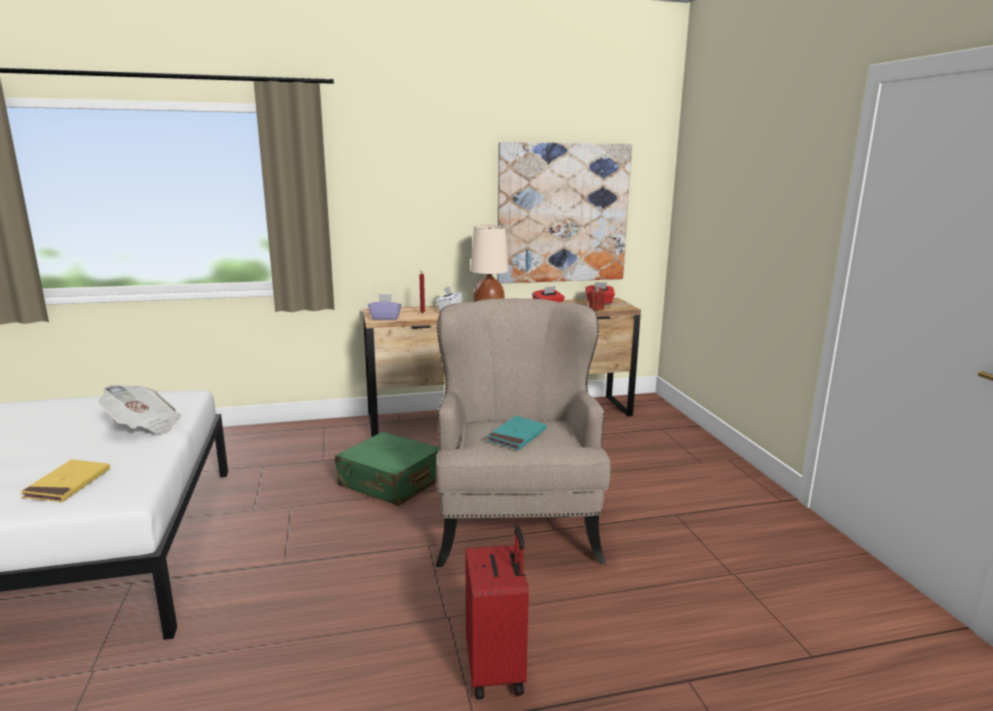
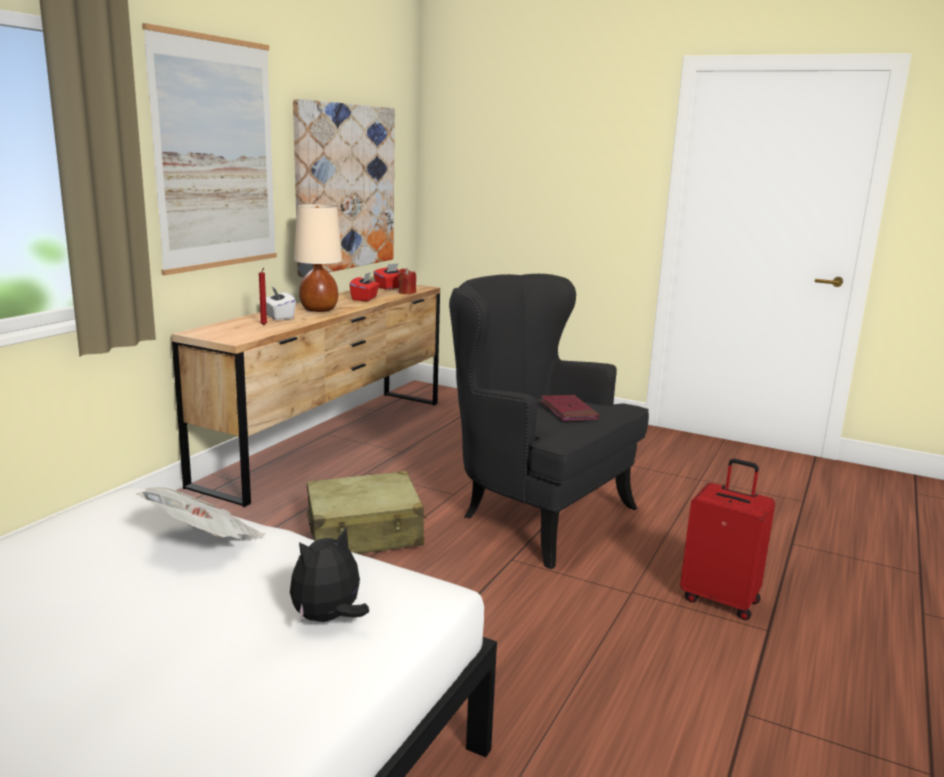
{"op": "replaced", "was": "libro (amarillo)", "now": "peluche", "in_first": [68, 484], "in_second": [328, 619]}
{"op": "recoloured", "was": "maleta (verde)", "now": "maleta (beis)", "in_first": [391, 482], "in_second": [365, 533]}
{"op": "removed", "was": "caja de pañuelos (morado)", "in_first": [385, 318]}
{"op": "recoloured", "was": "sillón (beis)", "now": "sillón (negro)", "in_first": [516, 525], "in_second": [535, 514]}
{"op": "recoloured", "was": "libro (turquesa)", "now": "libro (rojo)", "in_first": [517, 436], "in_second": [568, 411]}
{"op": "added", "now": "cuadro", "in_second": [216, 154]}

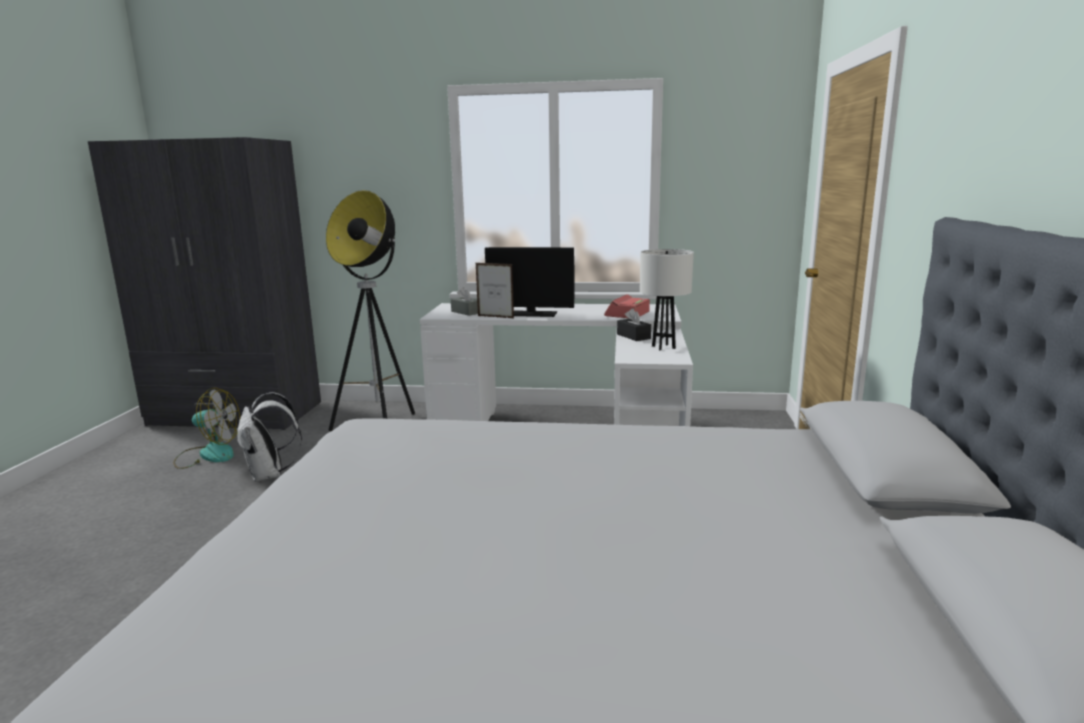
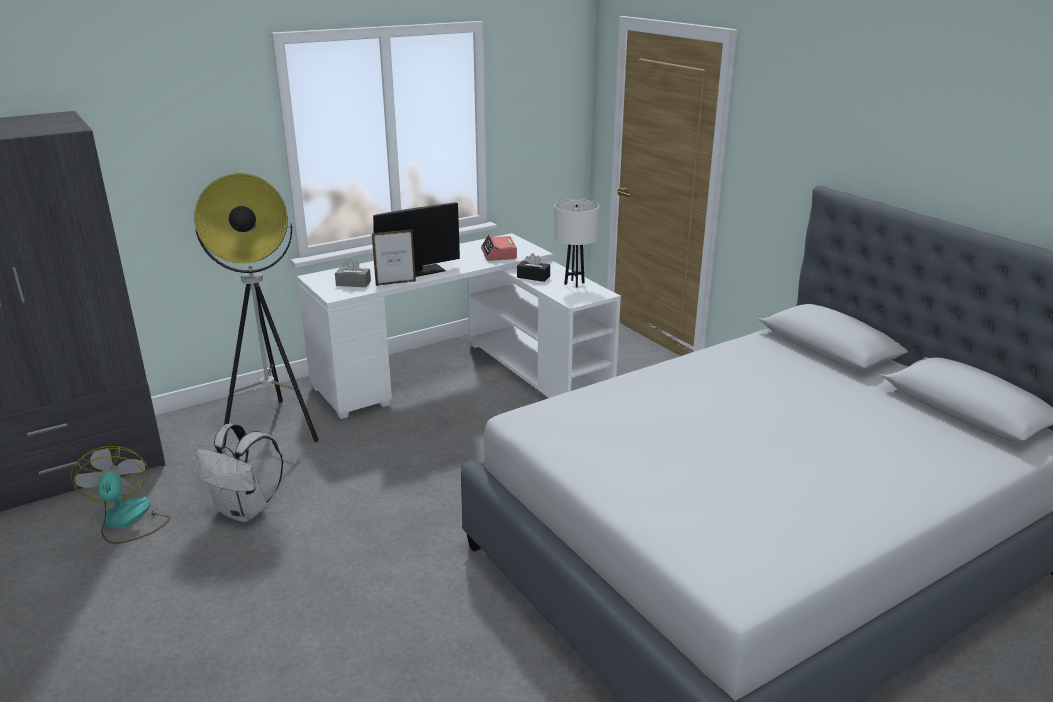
{"op": "turned", "was": "ventilador", "in_first": [208, 454], "in_second": [127, 521], "clockwise": -75}

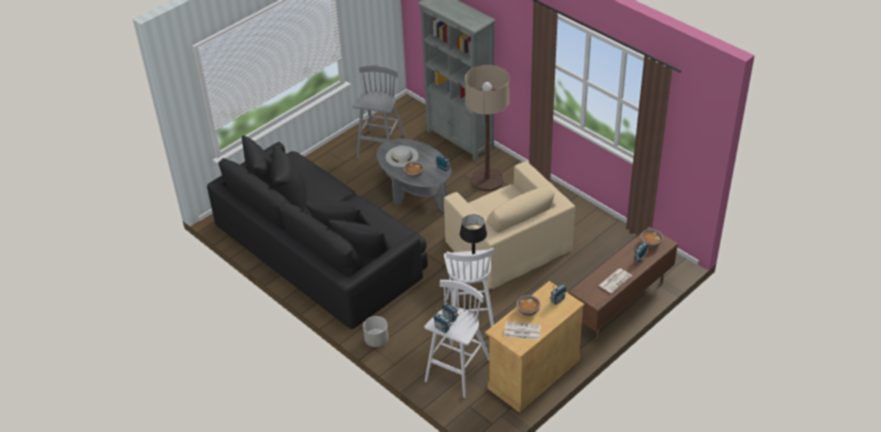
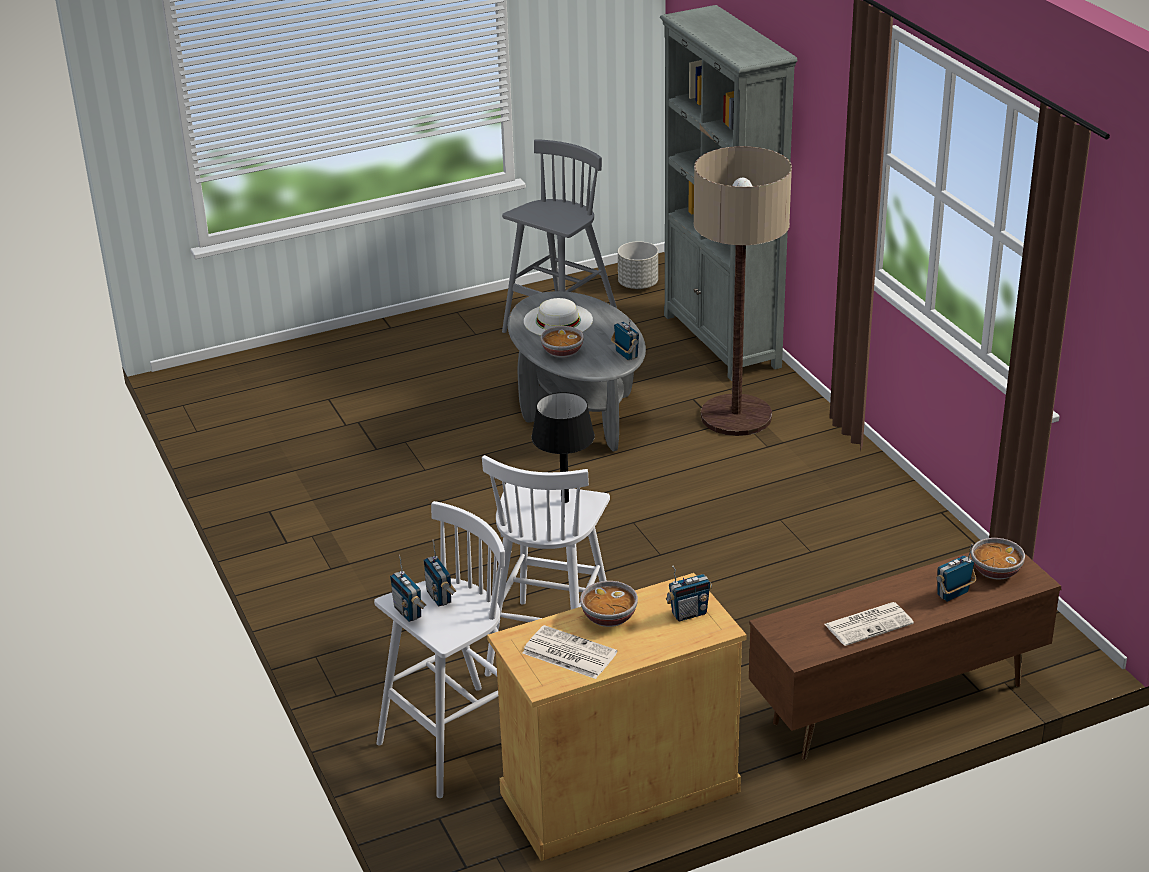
{"op": "removed", "was": "sofá (negro)", "in_first": [321, 250]}
{"op": "moved", "was": "maceta (gris)", "in_first": [376, 340], "in_second": [637, 284]}
{"op": "removed", "was": "sillón (beis)", "in_first": [508, 244]}

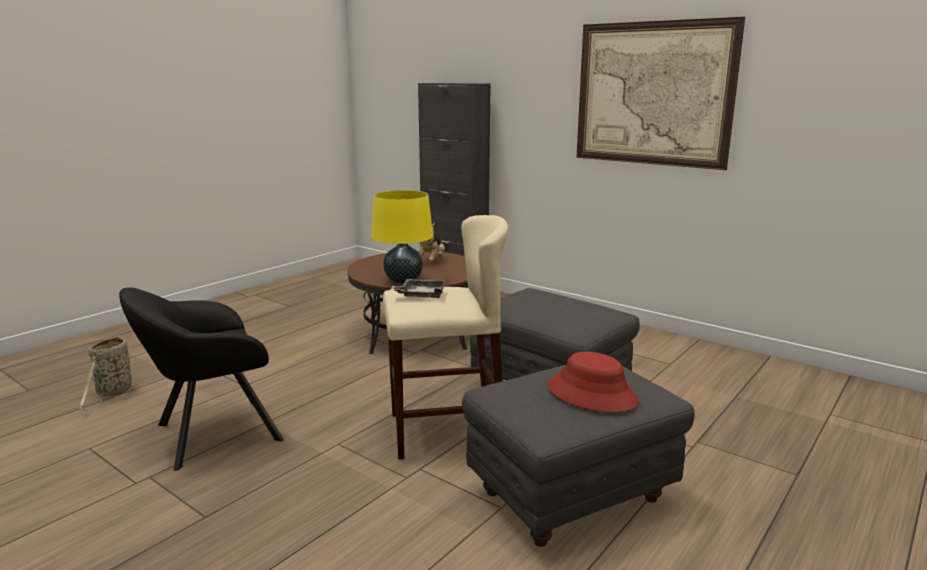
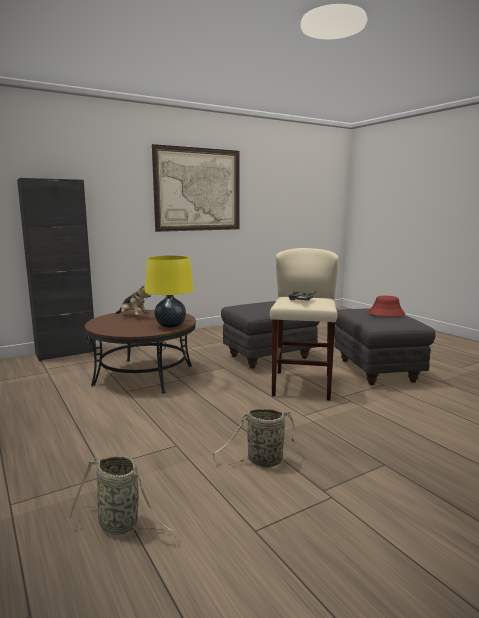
{"op": "replaced", "was": "sillón (negro)", "now": "cesta", "in_first": [211, 434], "in_second": [262, 462]}

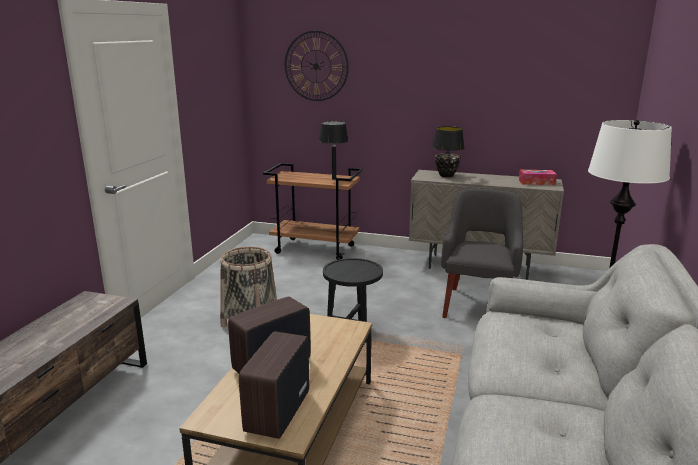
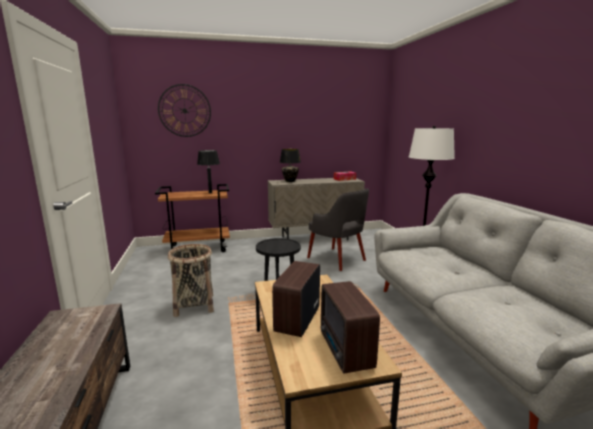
{"op": "turned", "was": "sillón (gris)", "in_first": [477, 305], "in_second": [337, 259], "clockwise": 150}

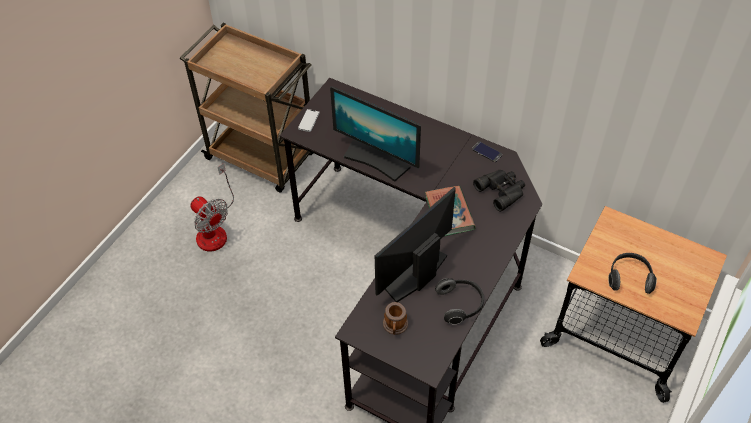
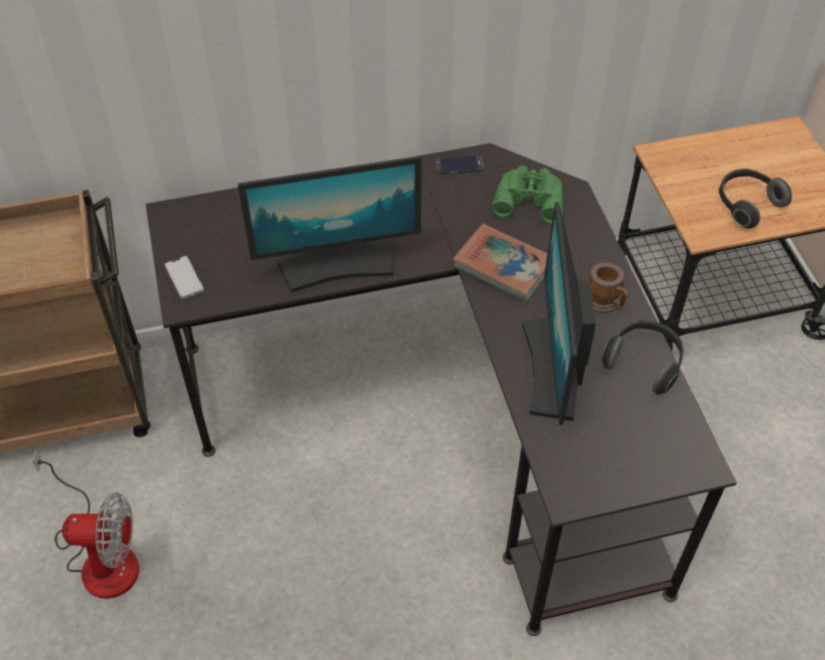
{"op": "moved", "was": "taza grande", "in_first": [395, 326], "in_second": [605, 301]}
{"op": "recoloured", "was": "prismáticos (negro)", "now": "prismáticos (verde)", "in_first": [502, 190], "in_second": [529, 197]}

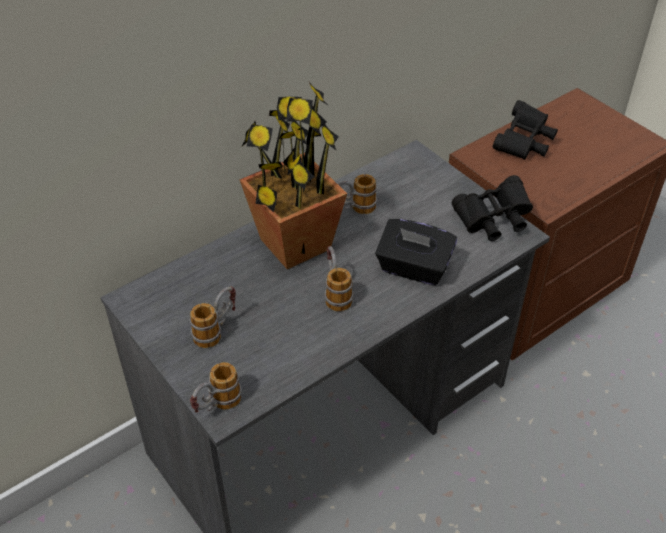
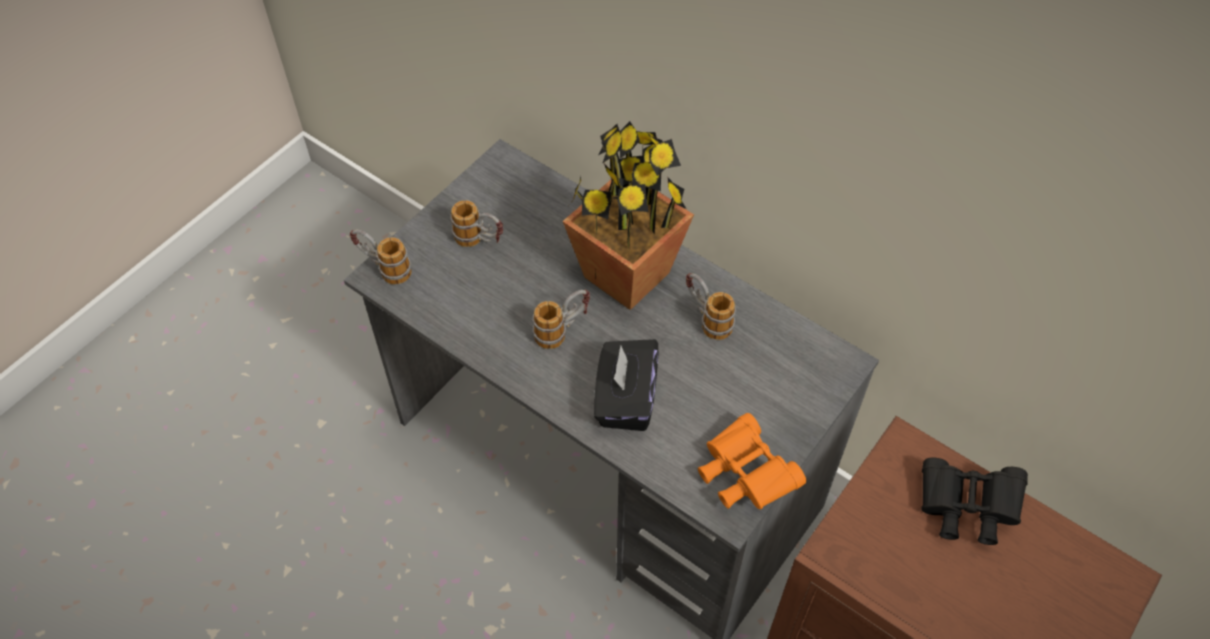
{"op": "recoloured", "was": "prismáticos (negro)", "now": "prismáticos (naranja)", "in_first": [493, 221], "in_second": [744, 475]}

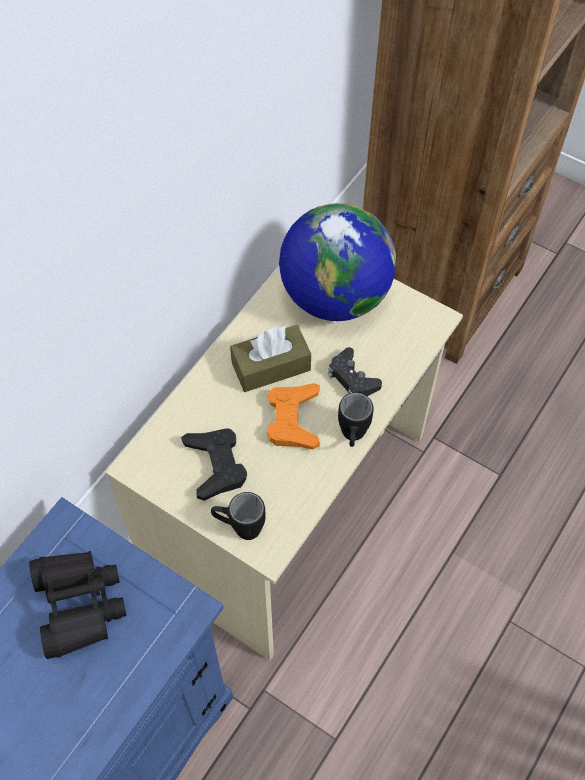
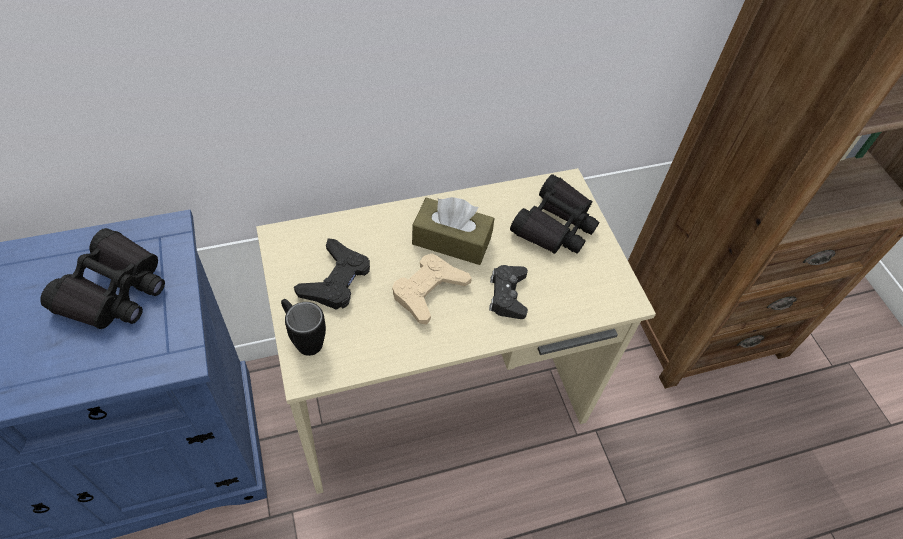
{"op": "recoloured", "was": "mando de consola (naranja)", "now": "mando de consola (beis)", "in_first": [293, 419], "in_second": [428, 291]}
{"op": "replaced", "was": "globo terráqueo", "now": "prismáticos (negro)", "in_first": [334, 296], "in_second": [555, 225]}
{"op": "removed", "was": "taza grande (negro)", "in_first": [352, 437]}

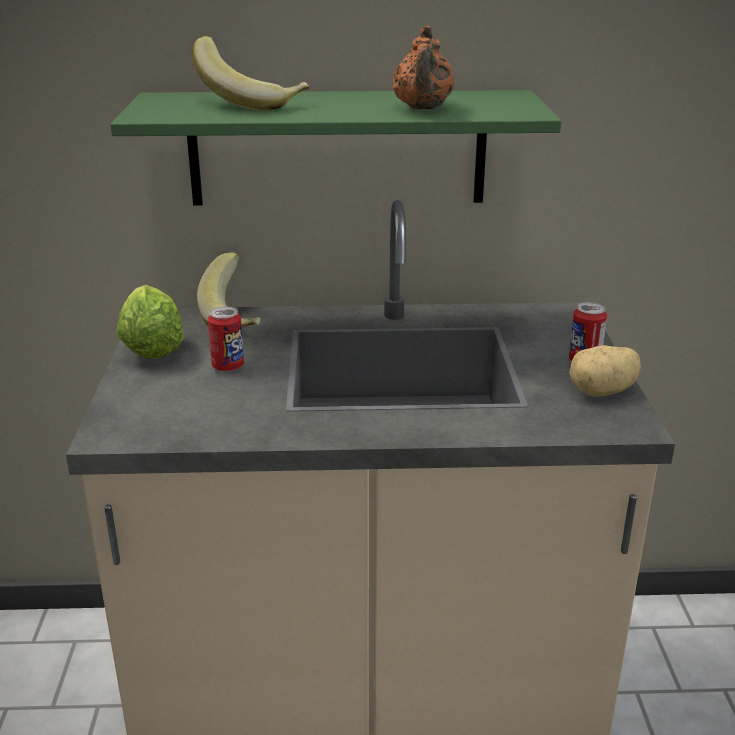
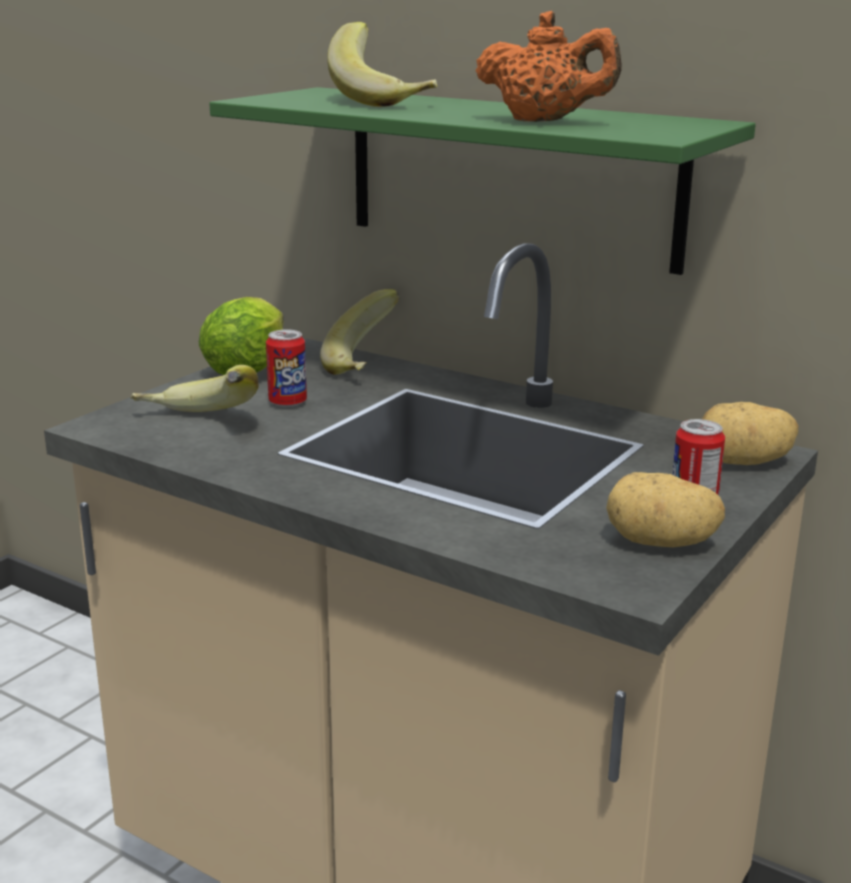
{"op": "turned", "was": "tetera (naranja)", "in_first": [422, 109], "in_second": [545, 121], "clockwise": -105}
{"op": "added", "now": "plátano", "in_second": [195, 425]}
{"op": "added", "now": "patata", "in_second": [744, 463]}

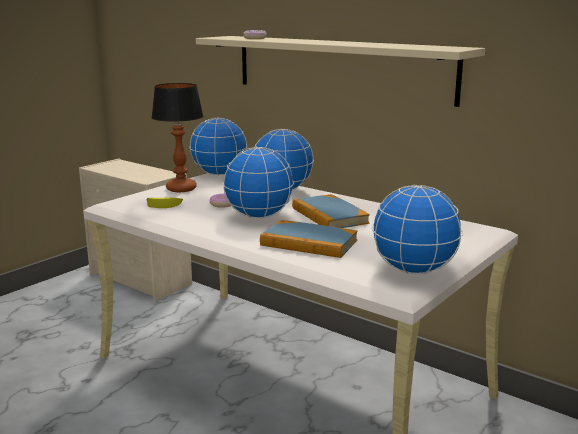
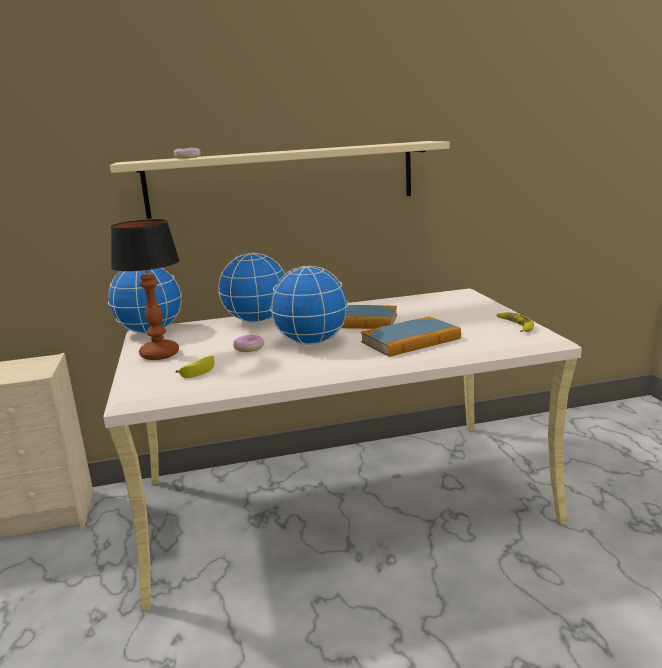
{"op": "replaced", "was": "globo terráqueo", "now": "plátano", "in_first": [413, 270], "in_second": [515, 325]}

